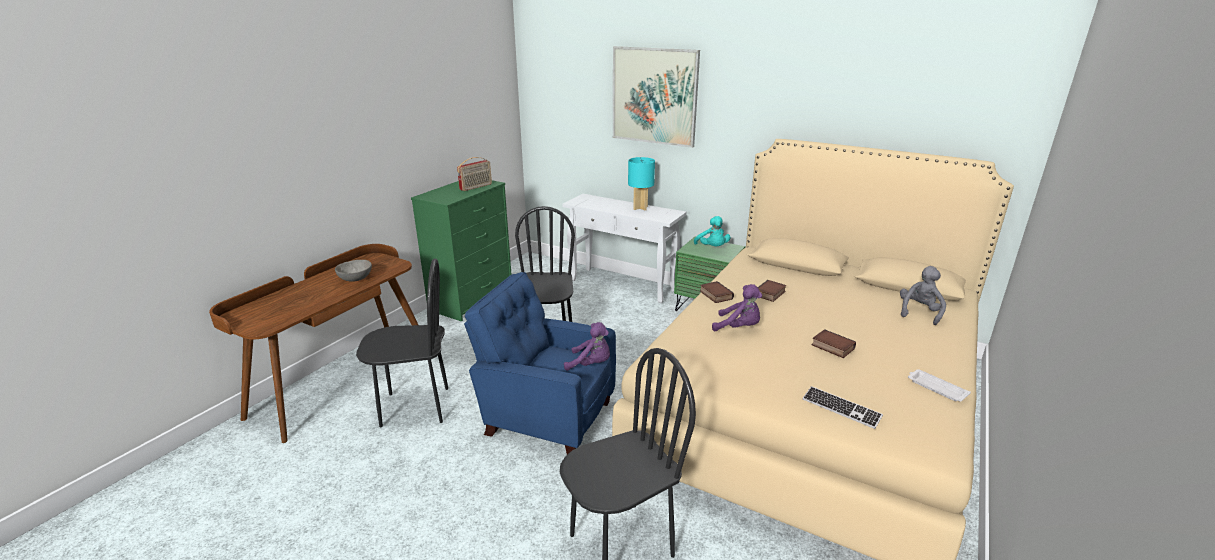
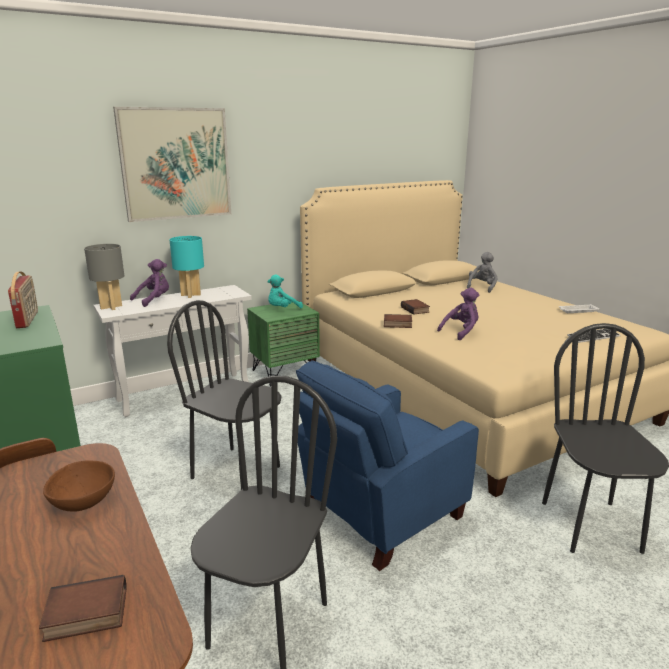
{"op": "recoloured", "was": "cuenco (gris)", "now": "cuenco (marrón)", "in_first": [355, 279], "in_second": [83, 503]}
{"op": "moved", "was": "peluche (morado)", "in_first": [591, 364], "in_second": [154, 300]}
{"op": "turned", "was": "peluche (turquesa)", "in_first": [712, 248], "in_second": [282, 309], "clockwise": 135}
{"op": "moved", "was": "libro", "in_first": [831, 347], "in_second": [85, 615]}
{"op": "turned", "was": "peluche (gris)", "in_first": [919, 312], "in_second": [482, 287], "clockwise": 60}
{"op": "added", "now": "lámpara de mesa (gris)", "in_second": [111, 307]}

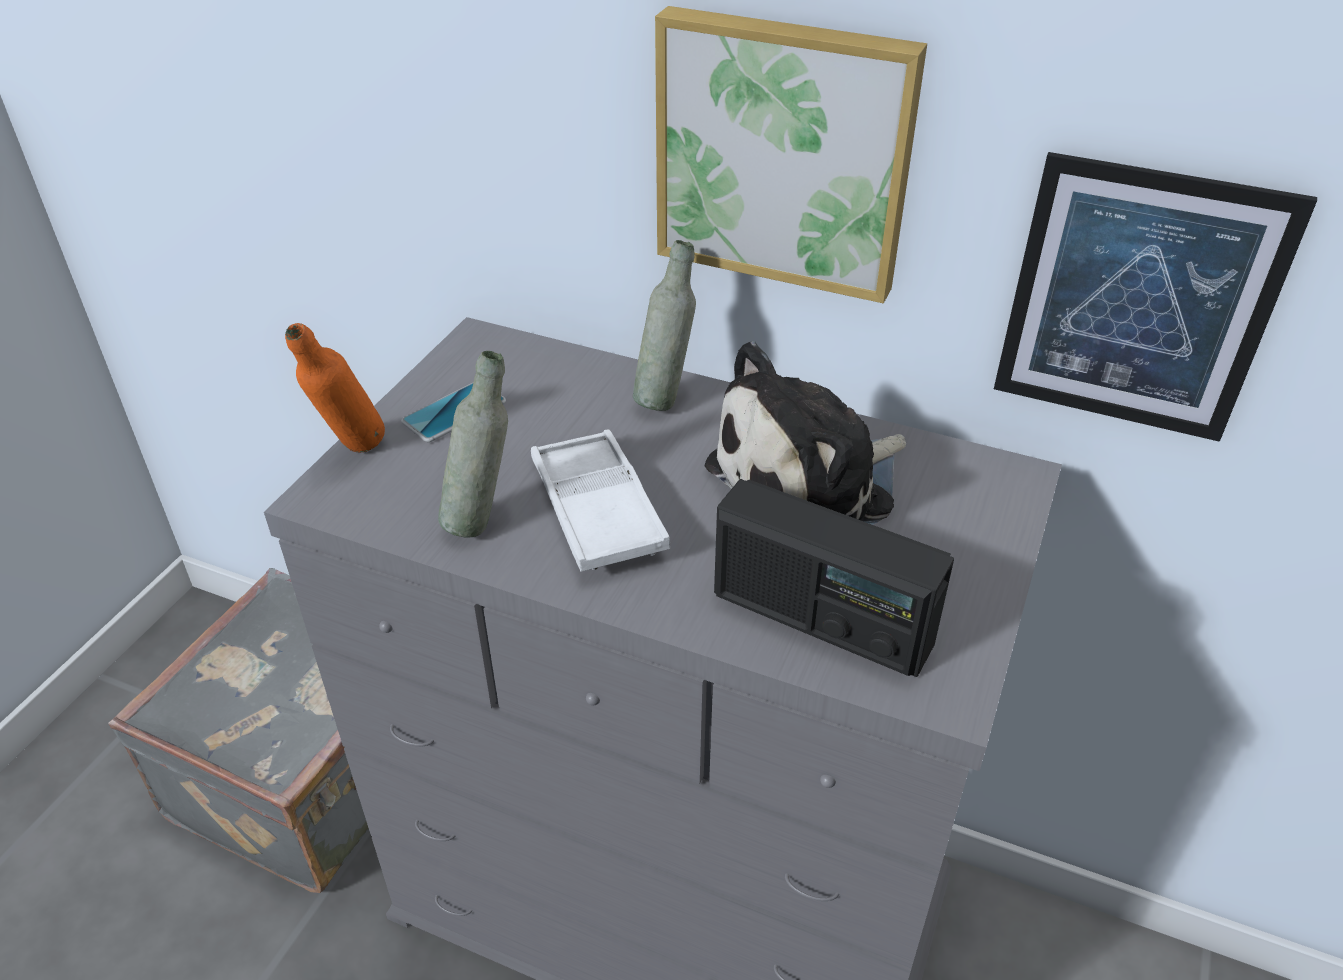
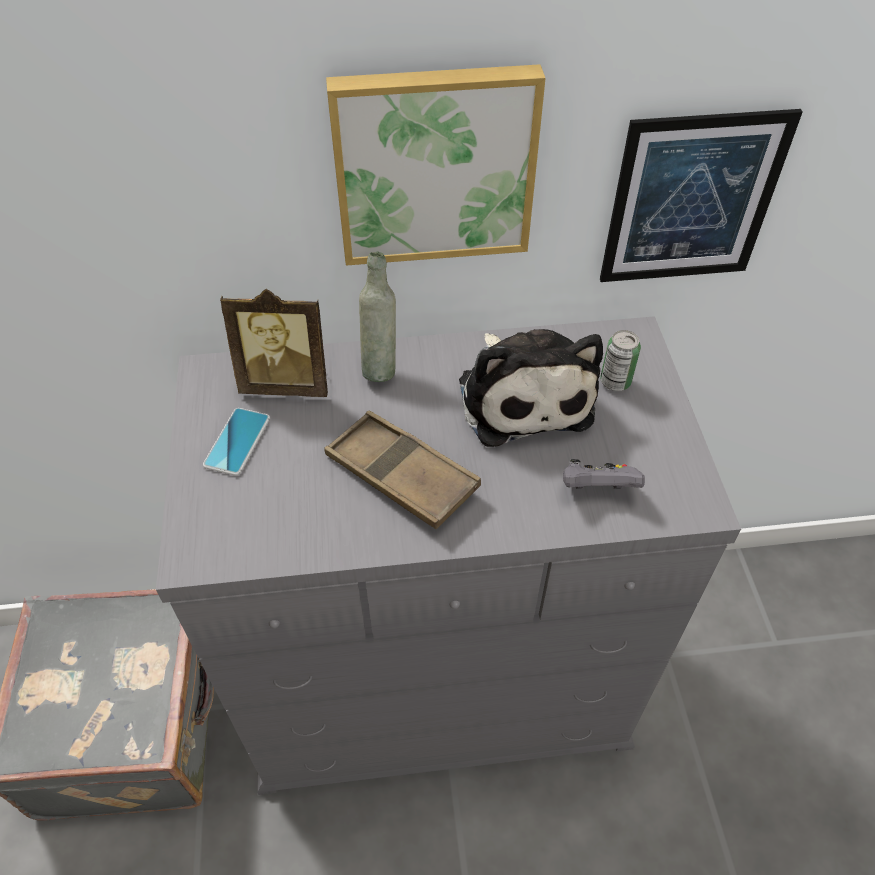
{"op": "removed", "was": "botella (naranja)", "in_first": [352, 455]}
{"op": "removed", "was": "botella (gris)", "in_first": [482, 519]}
{"op": "recoloured", "was": "bandeja (blanco)", "now": "bandeja (marrón)", "in_first": [597, 509], "in_second": [401, 475]}
{"op": "turned", "was": "peluche", "in_first": [810, 486], "in_second": [523, 395], "clockwise": -45}
{"op": "replaced", "was": "radio", "now": "mando de consola (gris)", "in_first": [821, 619], "in_second": [597, 489]}
{"op": "added", "now": "portarretratos", "in_second": [287, 383]}
{"op": "added", "now": "lata", "in_second": [615, 381]}

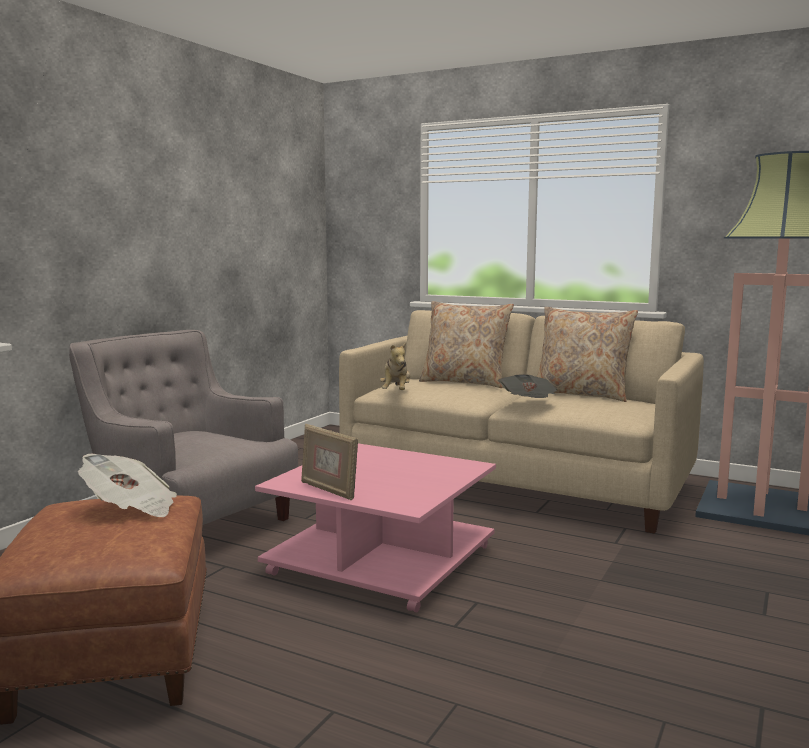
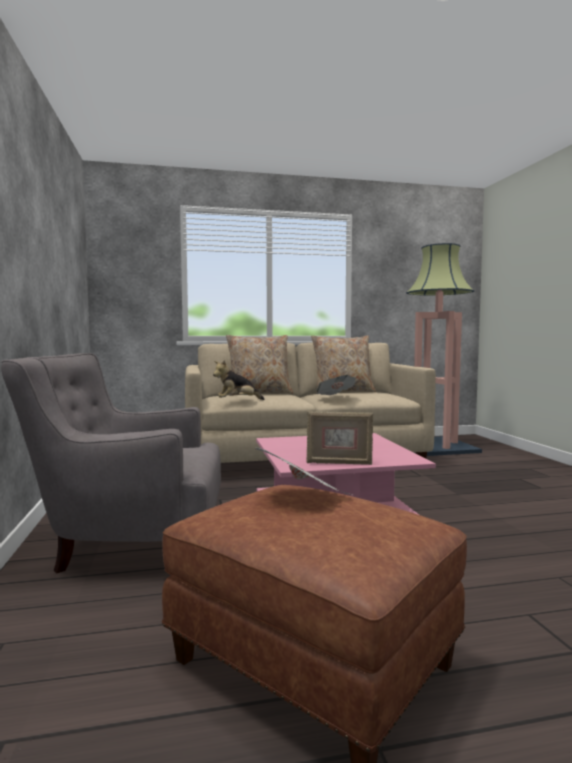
{"op": "turned", "was": "peluche", "in_first": [396, 392], "in_second": [237, 401], "clockwise": 105}

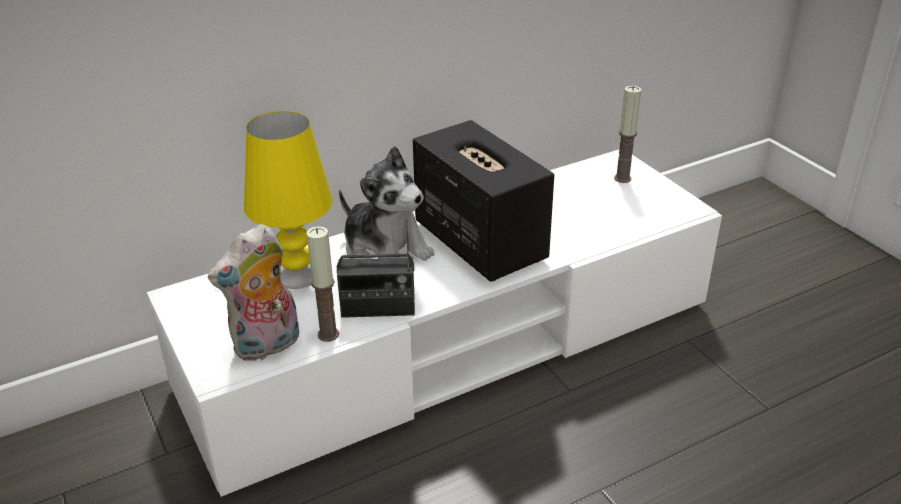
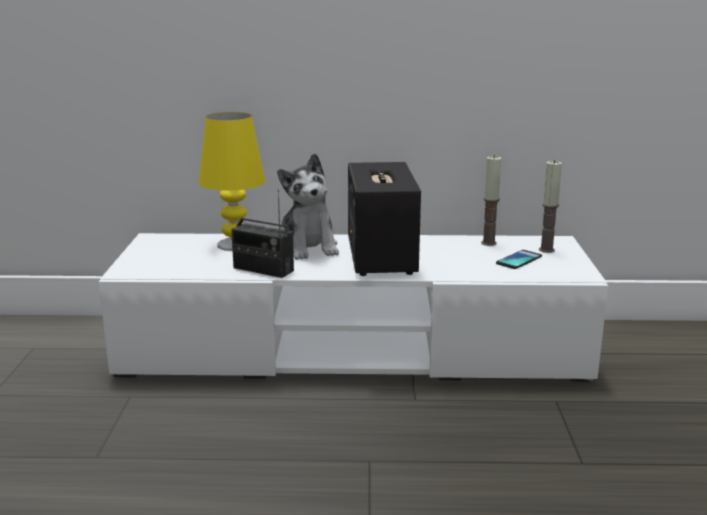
{"op": "removed", "was": "peluche", "in_first": [267, 346]}
{"op": "moved", "was": "vela", "in_first": [328, 334], "in_second": [488, 243]}
{"op": "added", "now": "móvil", "in_second": [519, 260]}

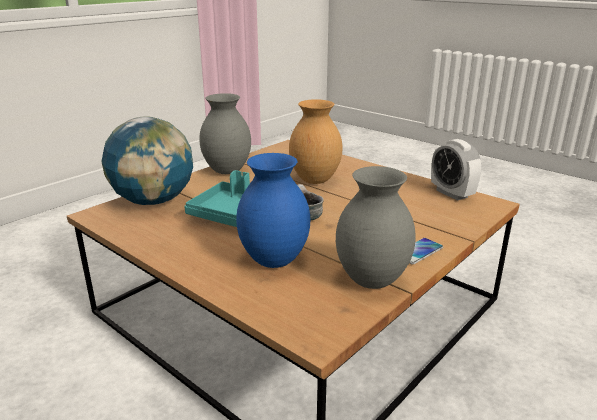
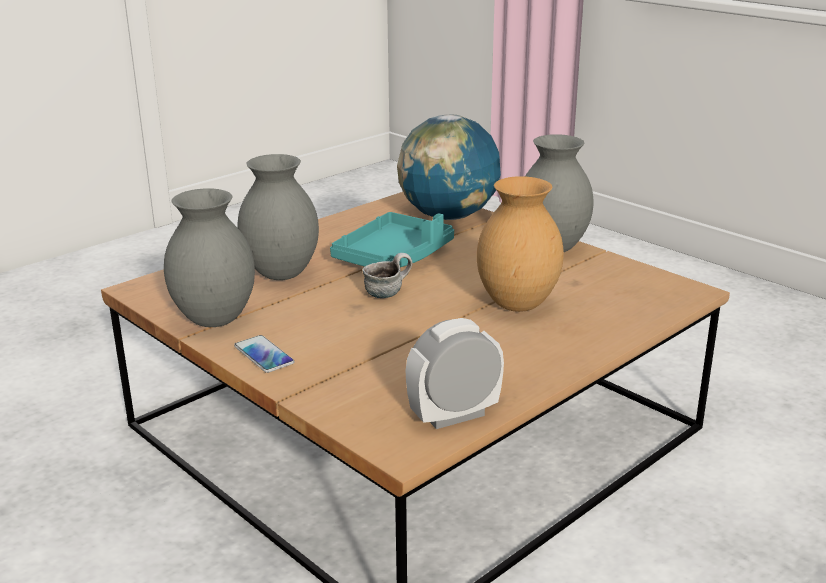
{"op": "recoloured", "was": "florero (azul)", "now": "florero (gris)", "in_first": [274, 261], "in_second": [280, 274]}

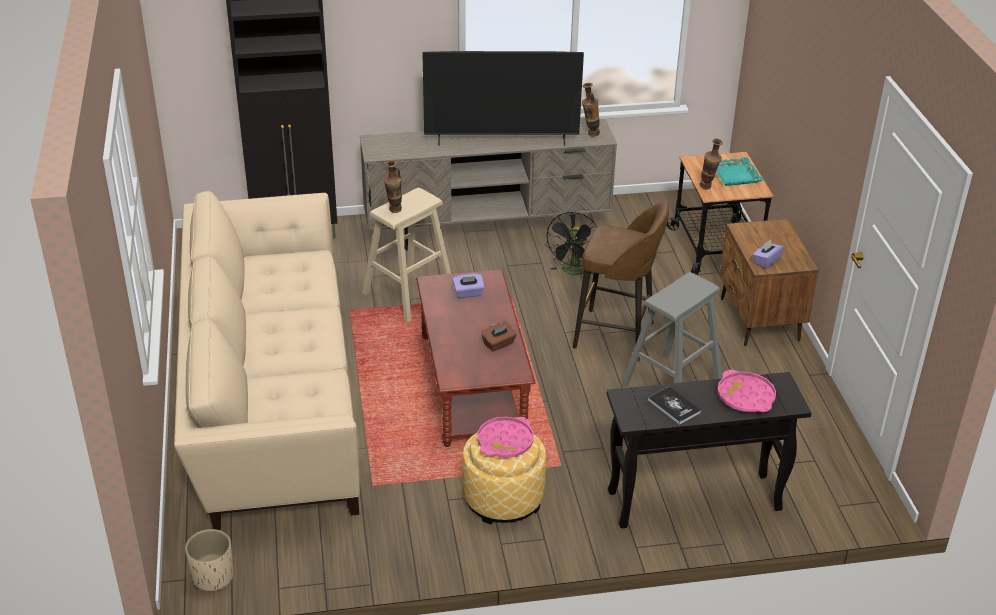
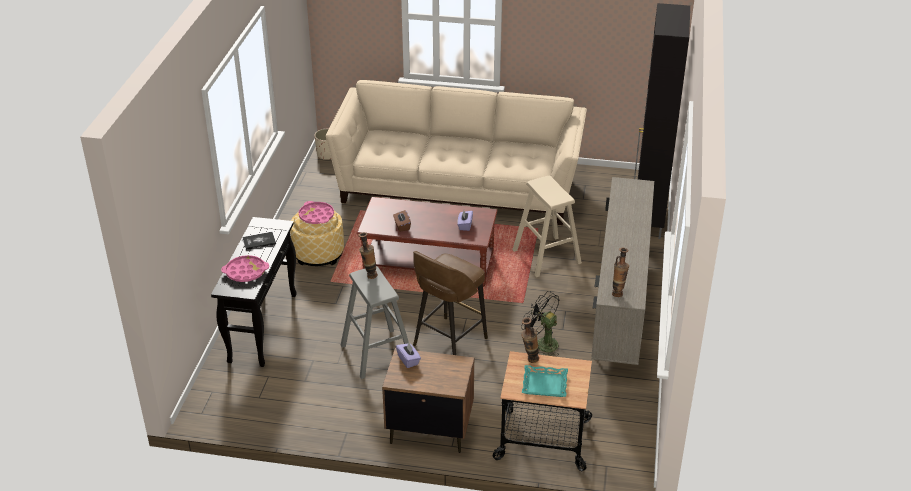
{"op": "moved", "was": "florero", "in_first": [394, 212], "in_second": [369, 275]}
{"op": "removed", "was": "televisor", "in_first": [501, 141]}

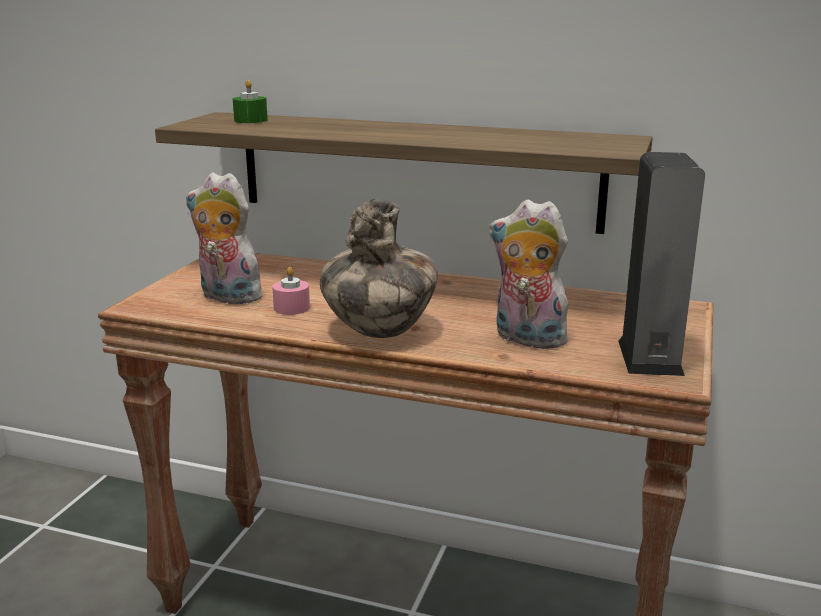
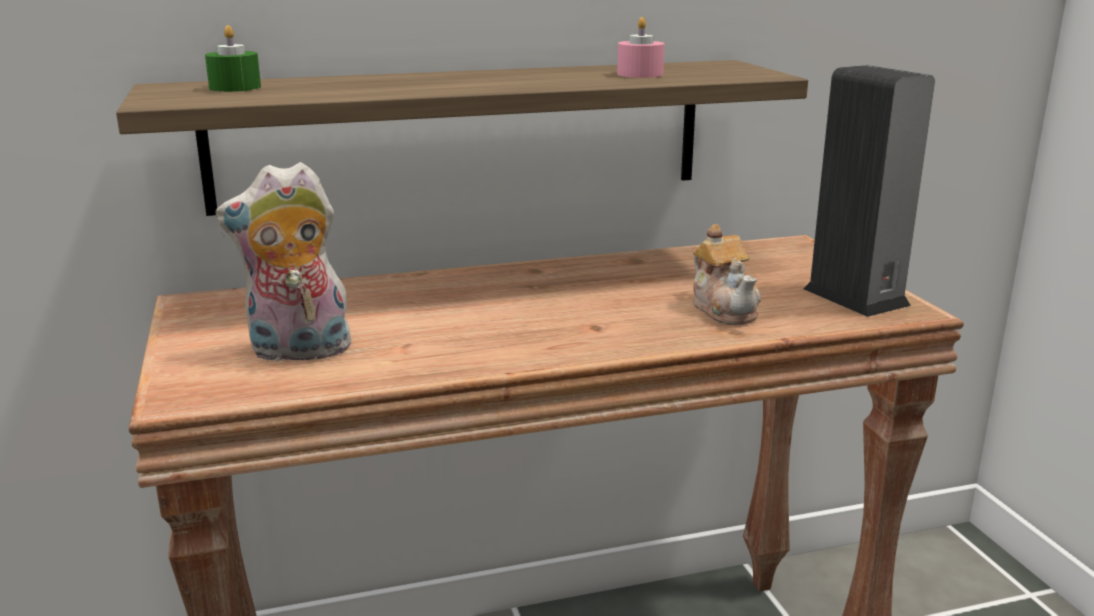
{"op": "moved", "was": "vela (rosa)", "in_first": [291, 308], "in_second": [640, 74]}
{"op": "removed", "was": "florero", "in_first": [380, 331]}
{"op": "replaced", "was": "peluche", "now": "tetera", "in_first": [526, 339], "in_second": [724, 309]}

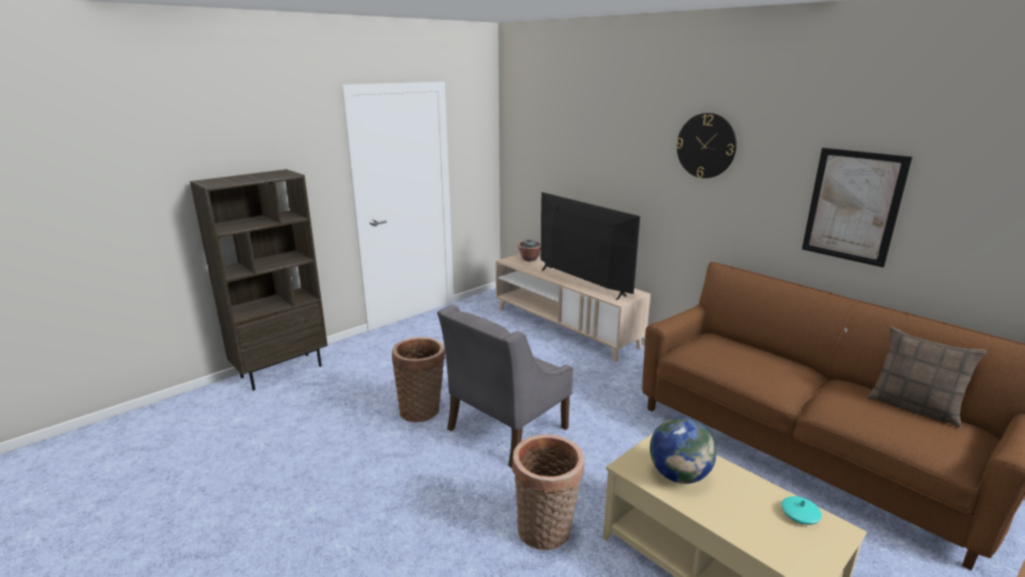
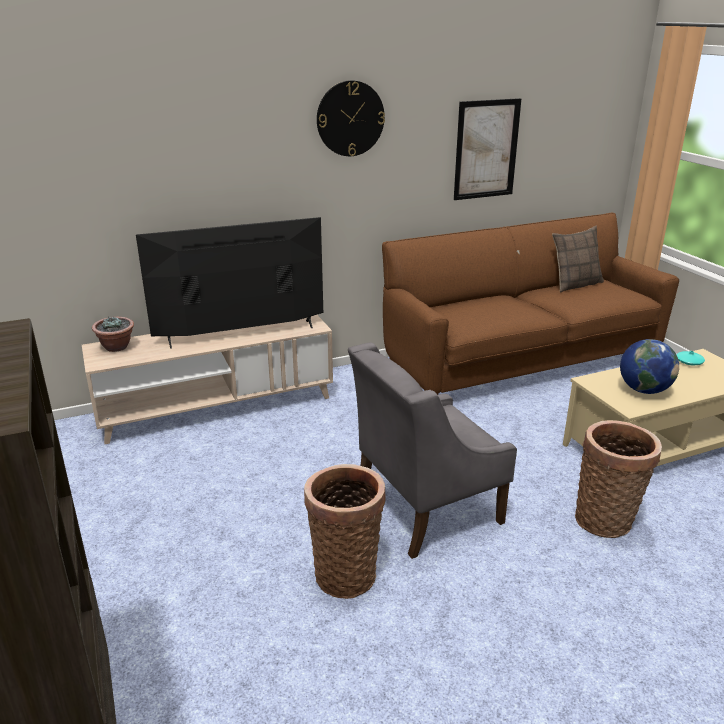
{"op": "turned", "was": "sillón (gris)", "in_first": [506, 429], "in_second": [425, 506], "clockwise": 90}

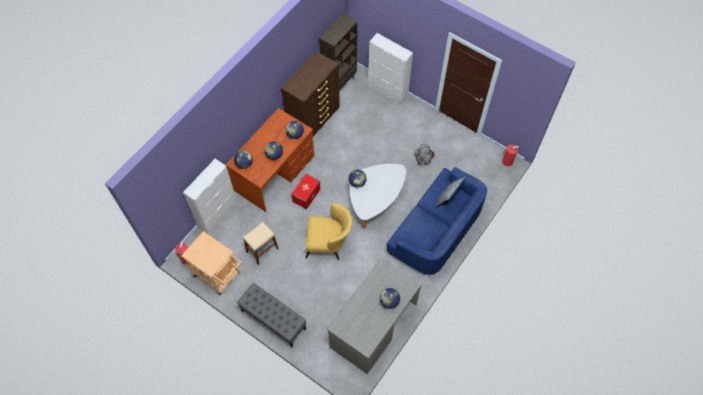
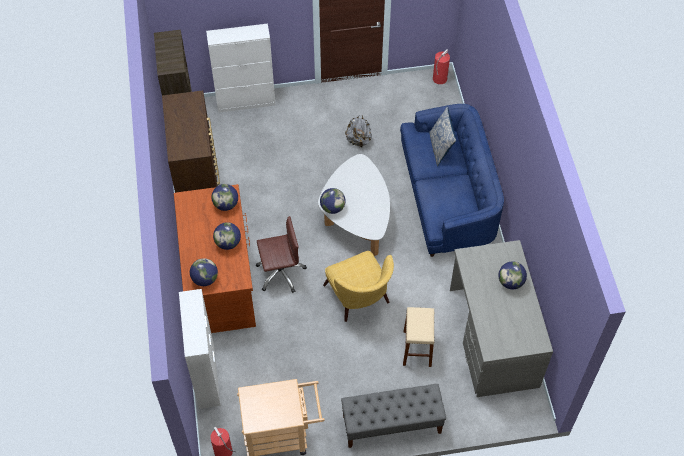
{"op": "moved", "was": "taburete (beis)", "in_first": [262, 250], "in_second": [417, 348]}
{"op": "replaced", "was": "caja de almacenaje", "now": "silla de oficina (marrón)", "in_first": [306, 195], "in_second": [280, 273]}
{"op": "turned", "was": "sillón (amarillo)", "in_first": [329, 243], "in_second": [359, 299], "clockwise": 105}

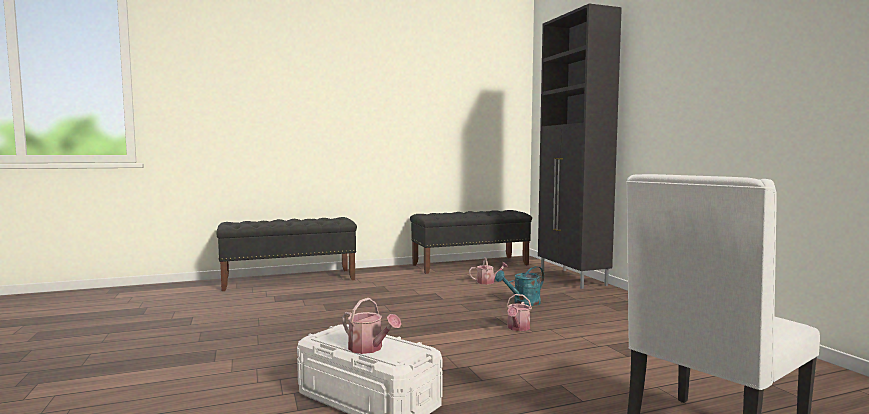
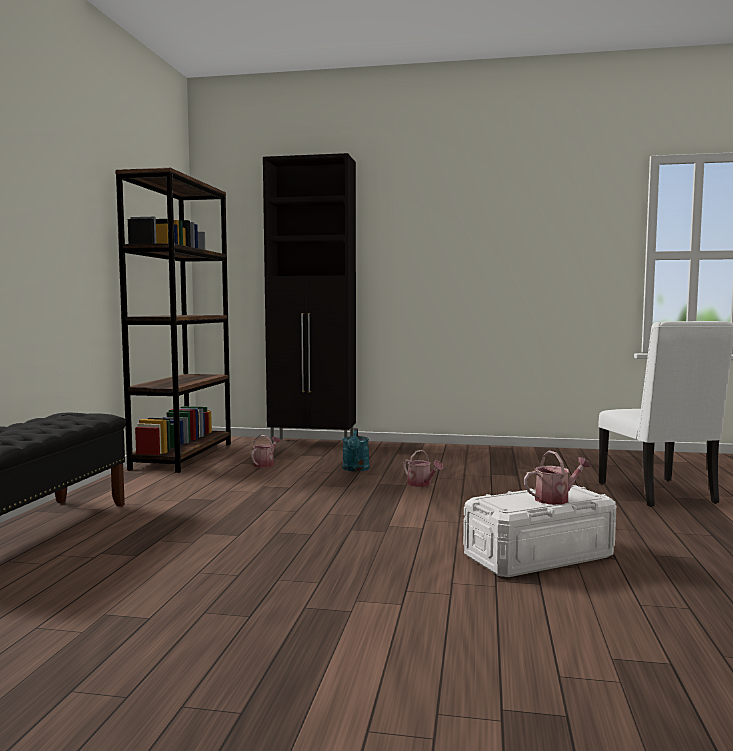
{"op": "replaced", "was": "banco (negro)", "now": "estantería (marrón)", "in_first": [470, 265], "in_second": [183, 456]}

